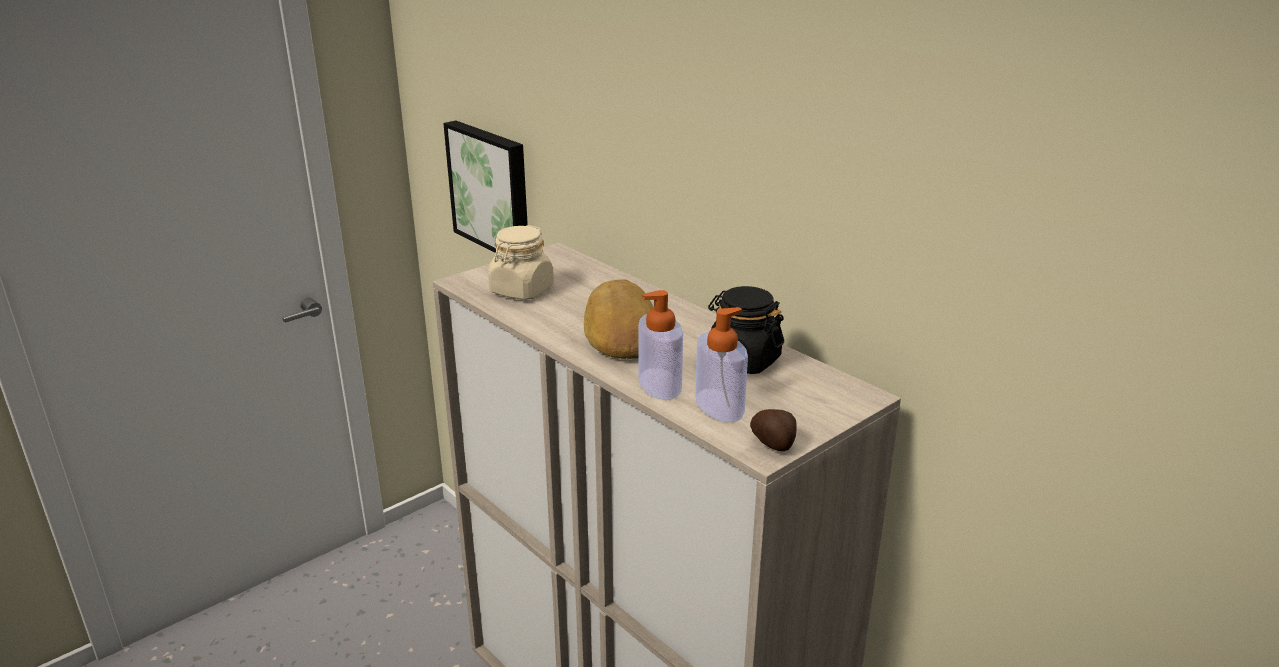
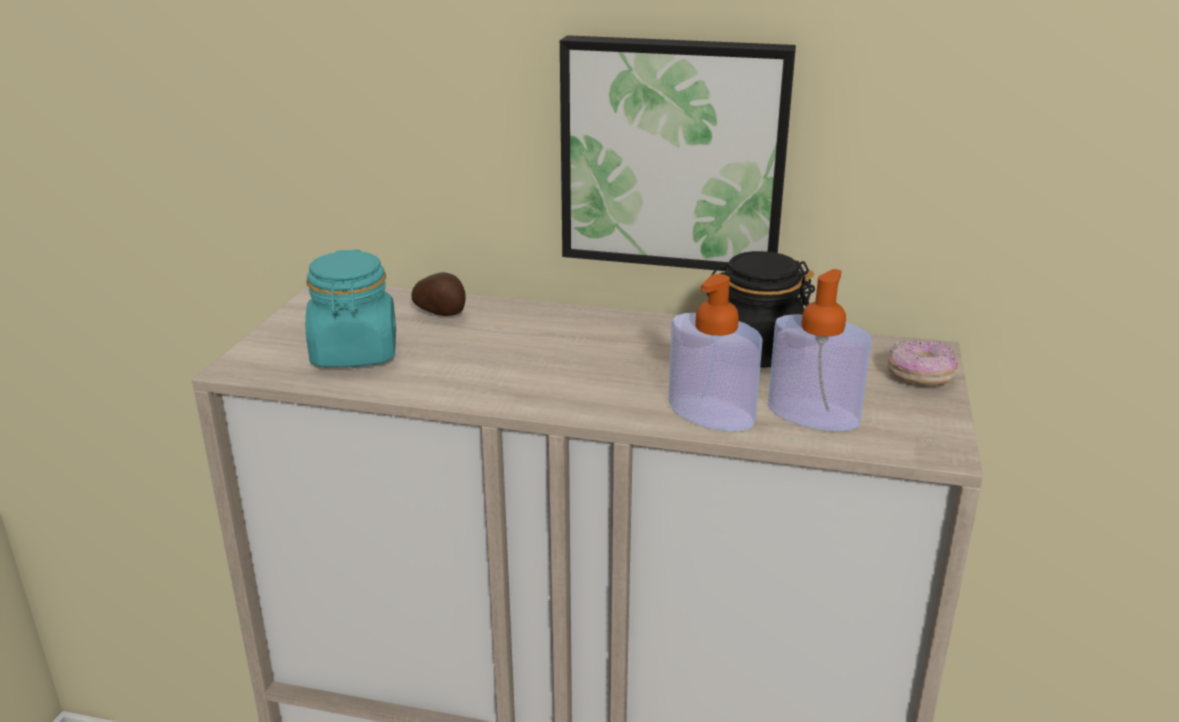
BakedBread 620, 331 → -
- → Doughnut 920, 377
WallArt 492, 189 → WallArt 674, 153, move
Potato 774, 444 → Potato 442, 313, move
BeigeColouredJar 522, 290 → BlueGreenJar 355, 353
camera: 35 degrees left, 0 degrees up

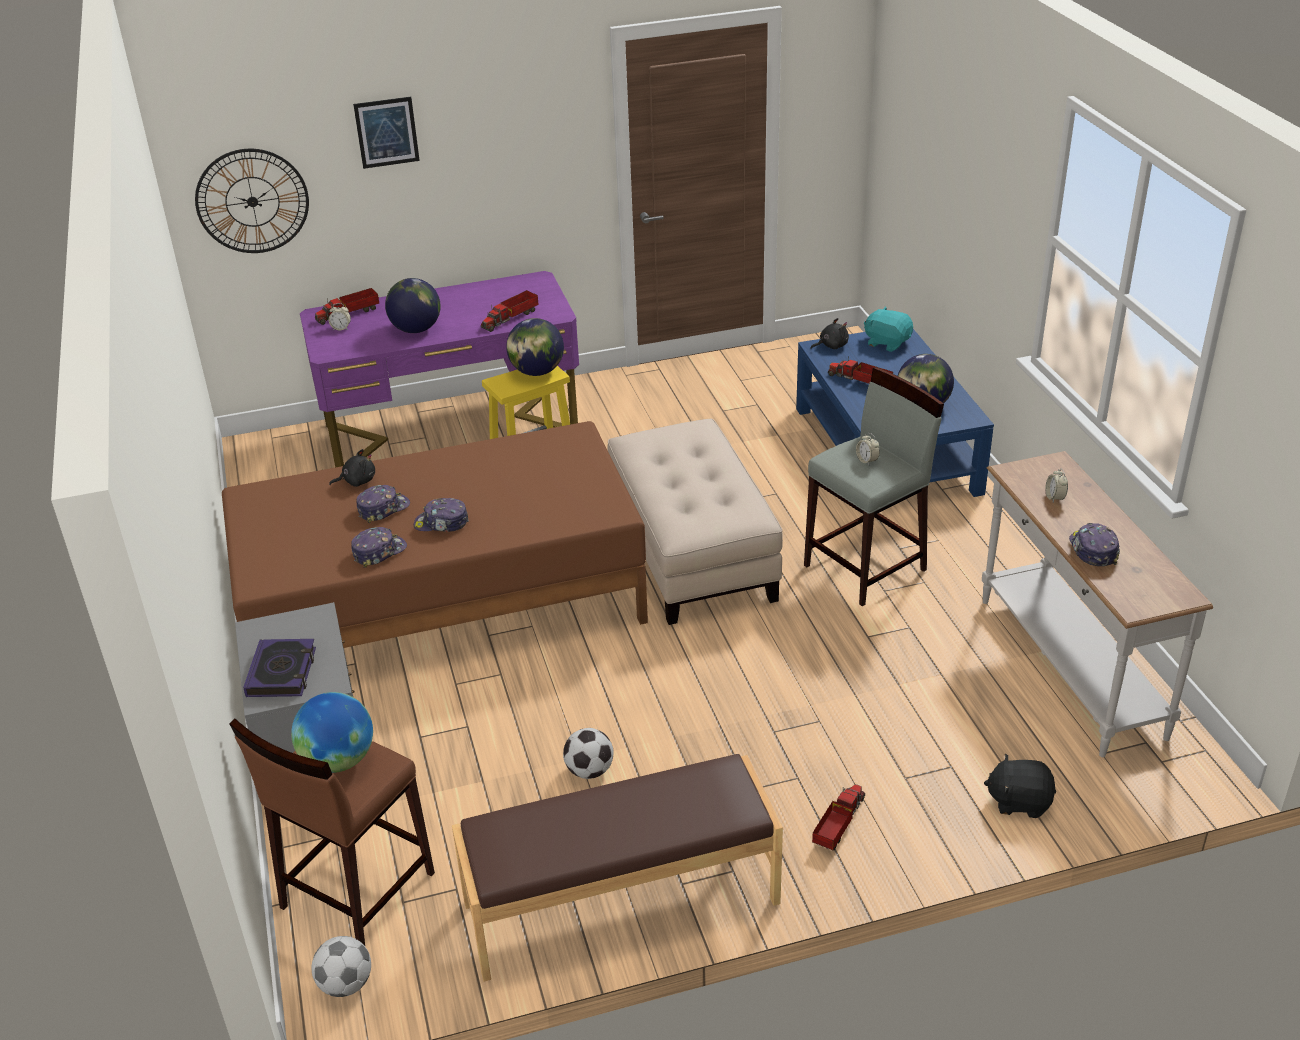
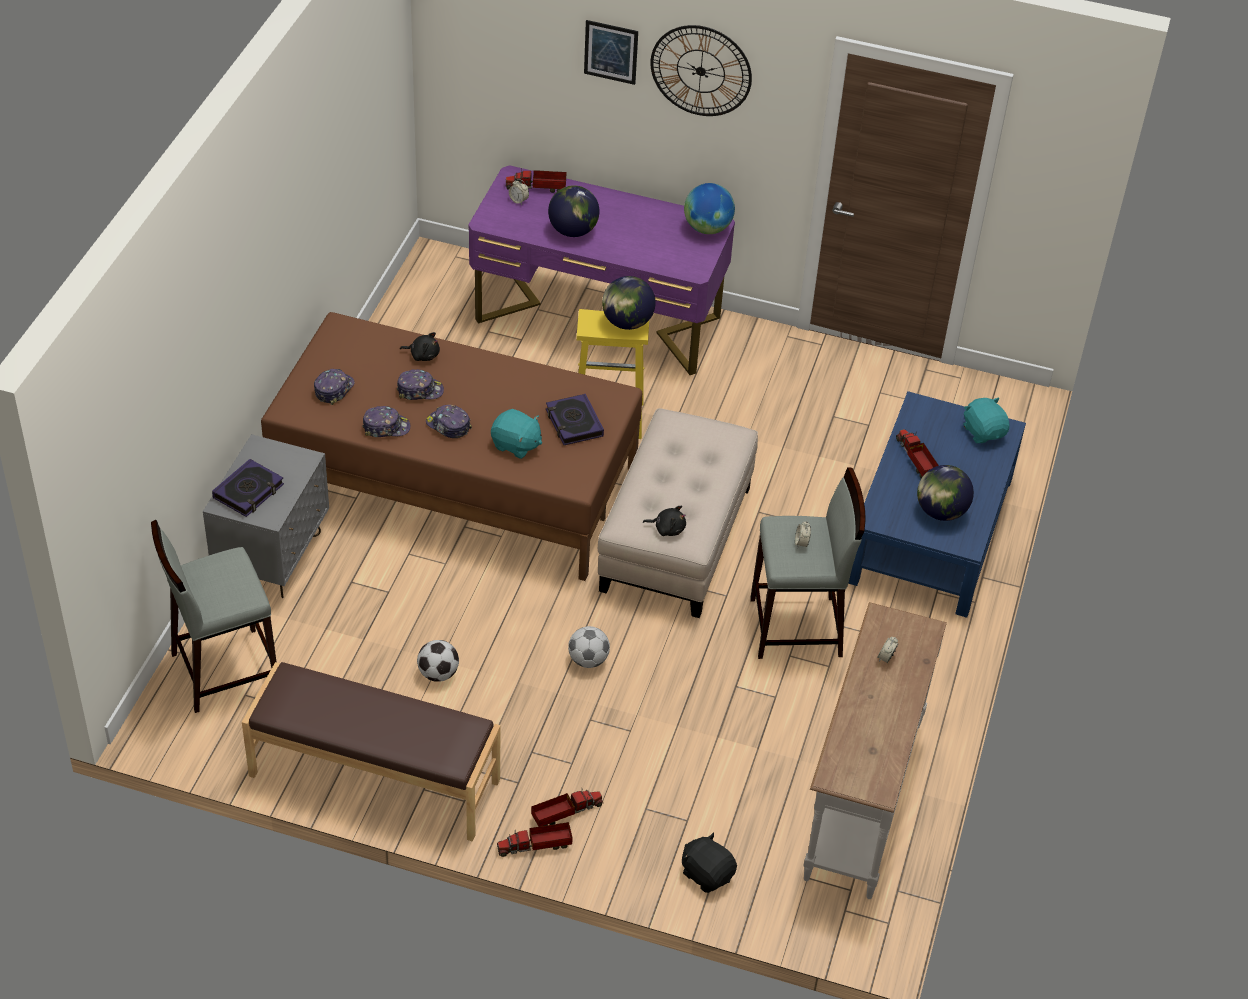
- → BlueGreenCuddlyToy 516, 445
- → Book 574, 423
ClockOnTheWall 252, 201 → ClockOnTheWall 701, 71, move
DeskGlobe 338, 761 → DeskGlobe 707, 228, move
BallForFootball 345, 984 → BallForFootball 588, 660, move
ToyLorry 511, 318 → ToyLorry 536, 845, move
BlackColouredCuddlyToy 831, 346 → BlackColouredCuddlyToy 667, 528, move
Cap 1092, 550 → Cap 333, 389, move
BrownStoolSeat 355, 890 → GrayStoolSeat 223, 669
camera: 30 degrees right, 10 degrees up

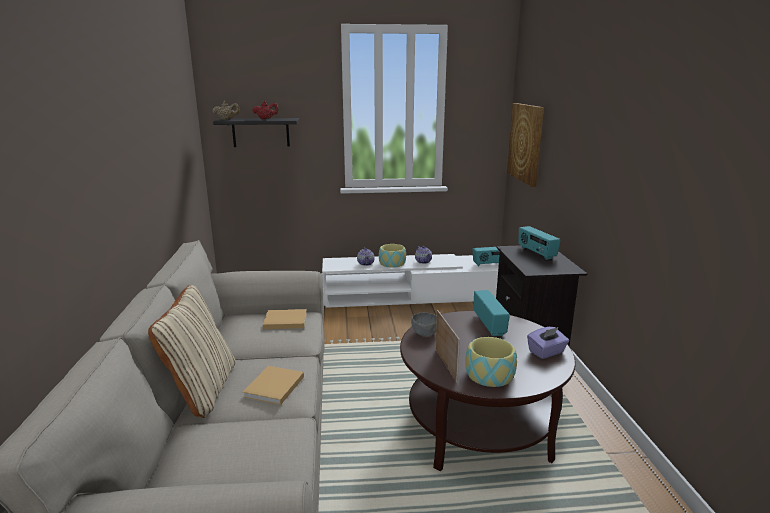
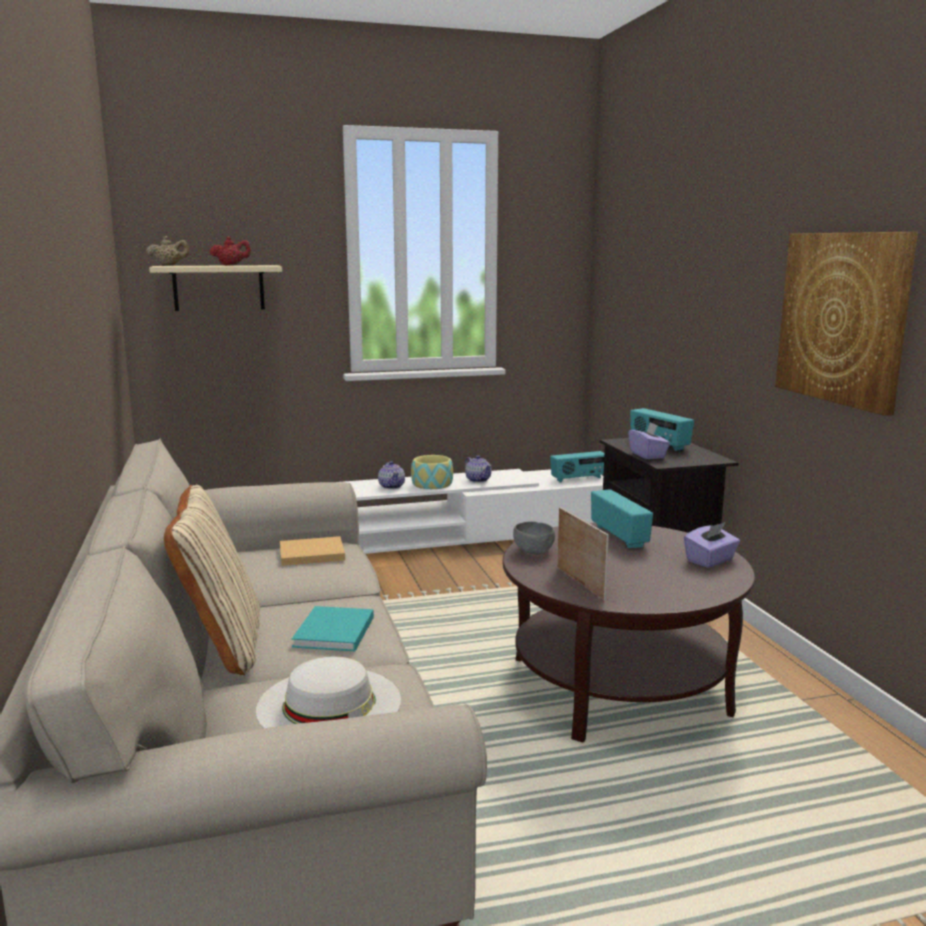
Bowl 489, 374 → -
- → WhiteHat 329, 704
- → PurpleColouredTissueHolder 648, 455
WallArt 526, 143 → WallArt 842, 318, move
BlackColouredWallShelf 260, 132 → BeigeColouredWallShelf 218, 287
BeigeColouredBook 273, 387 → BlueGreenBook 333, 633
camera: 10 degrees left, 5 degrees down

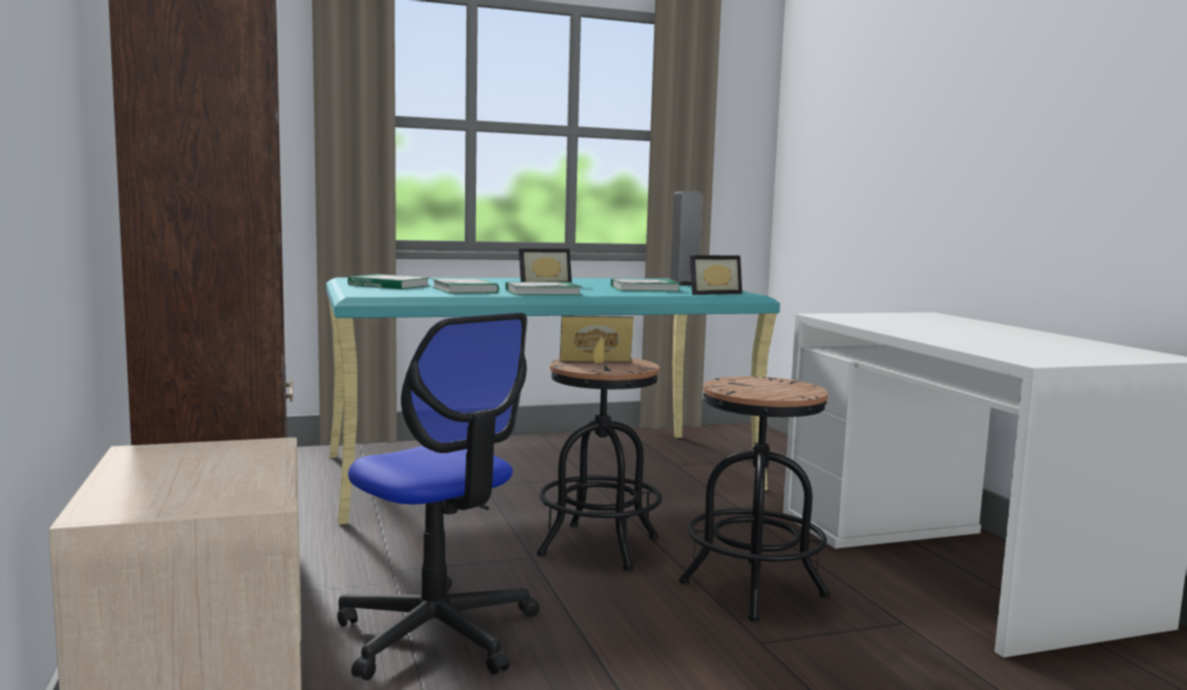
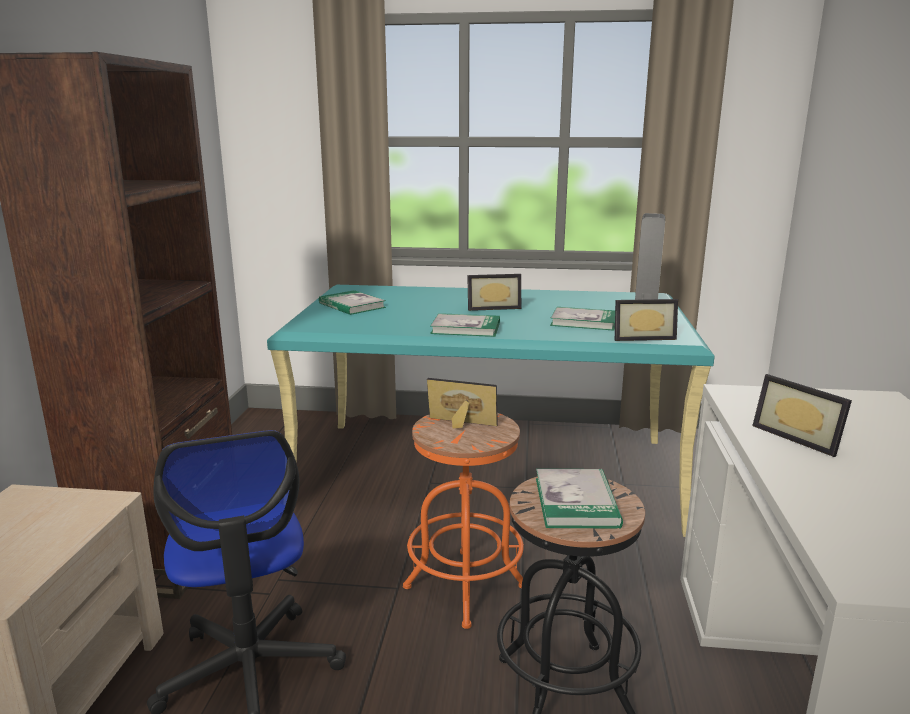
- → PictureFrame 800, 437
Book 464, 290 → Book 576, 502, move
BlackColouredStoolSeat 599, 546 → OrangeyStoolSeat 465, 587
camera: 25 degrees right, 10 degrees up

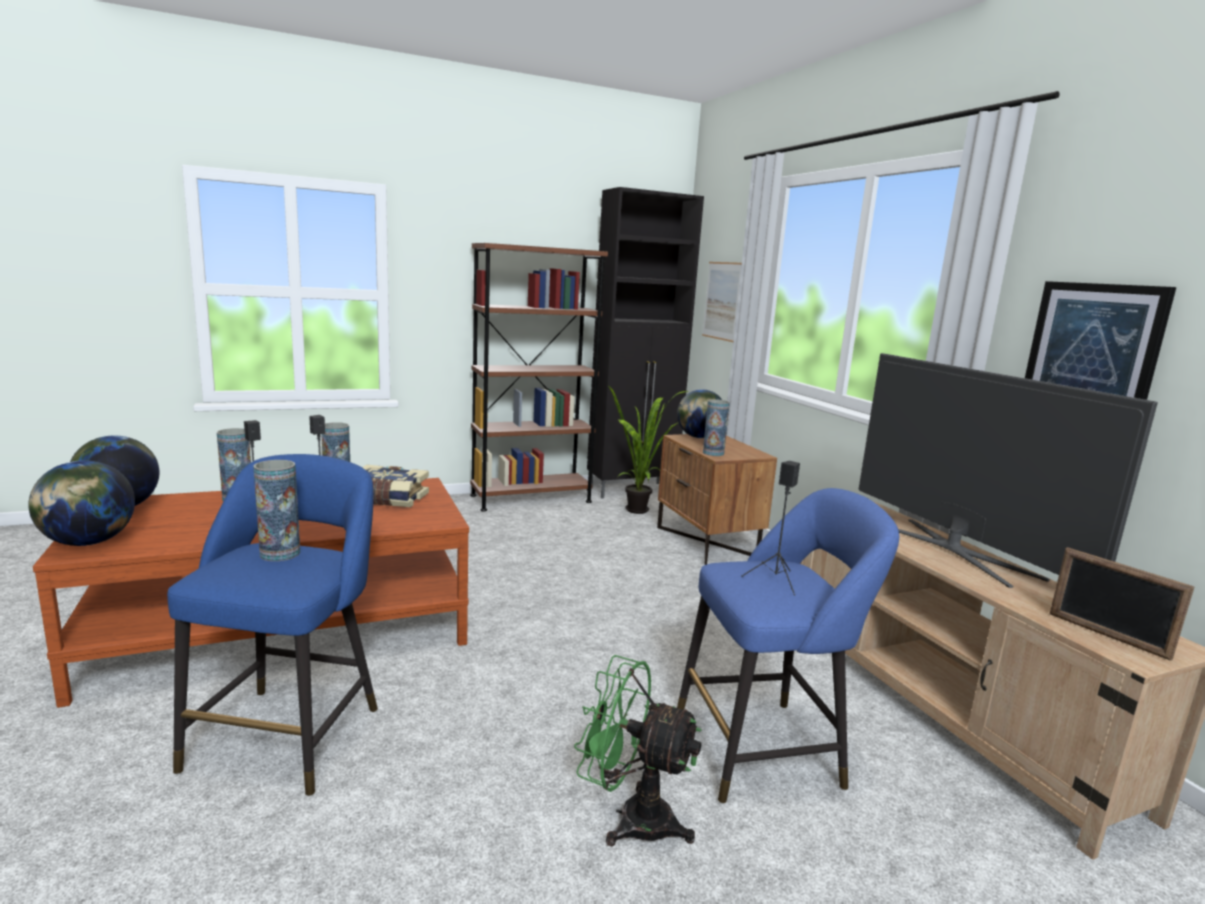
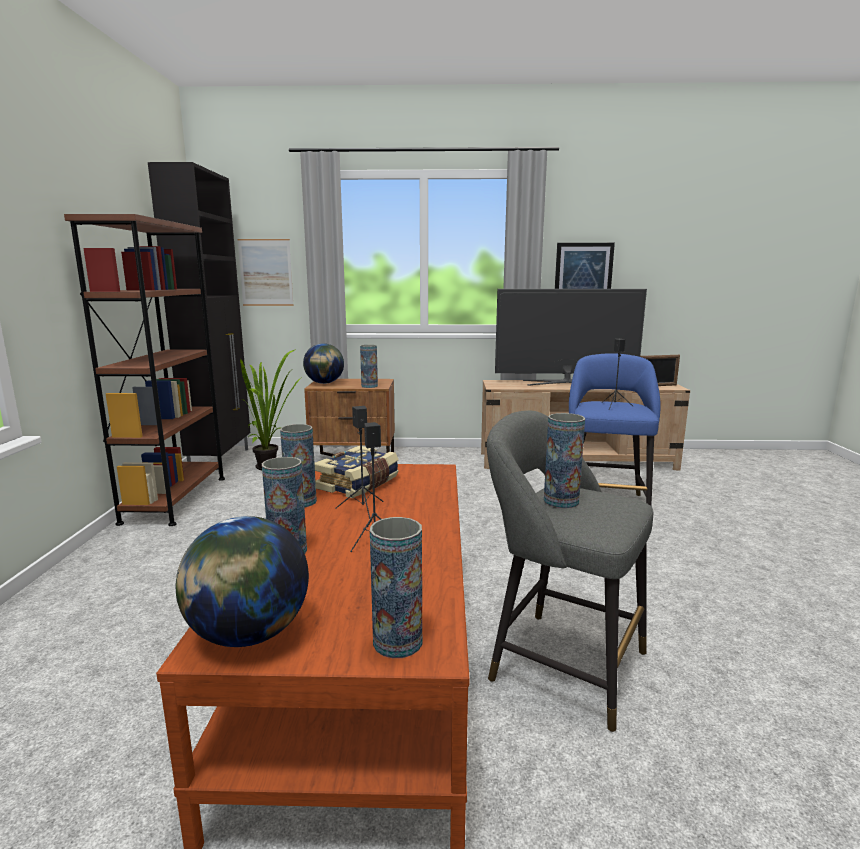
GreenColouredCoolingFan 631, 817 → -
DeskGlobe 88, 542 → Vase 397, 642
BluishStoolSeat 289, 732 → GrayStoolSeat 559, 662
camera: 65 degrees left, 0 degrees up

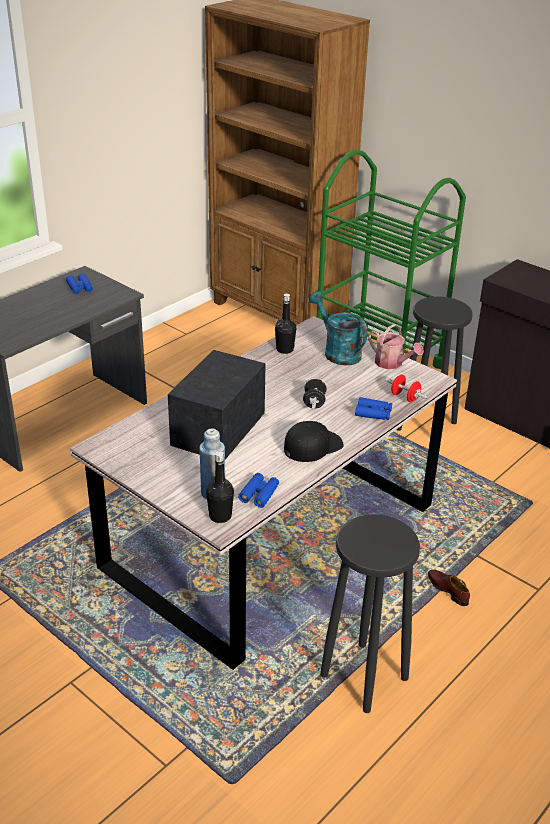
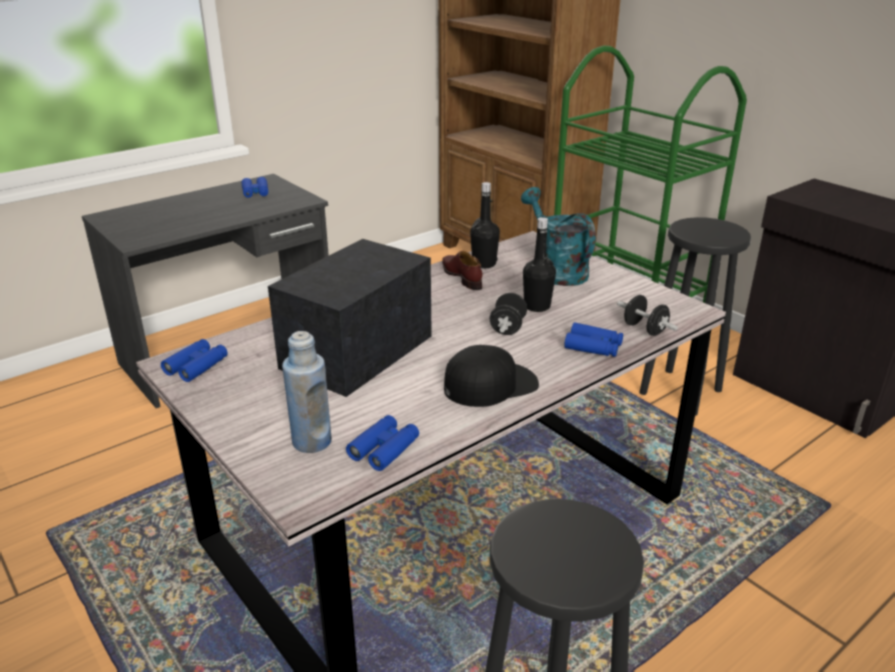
SprinklingCan 392, 363 → -
- → BluishPairOfBinoculars 196, 366
BlackColouredBeverageBottle 220, 516 → BlackColouredBeverageBottle 537, 306, move
BrownShoe 447, 590 → BrownShoe 462, 276, move
RedColouredFreeWeight 405, 397 → BlackColouredFreeWeight 644, 329
camera: 10 degrees right, 5 degrees down

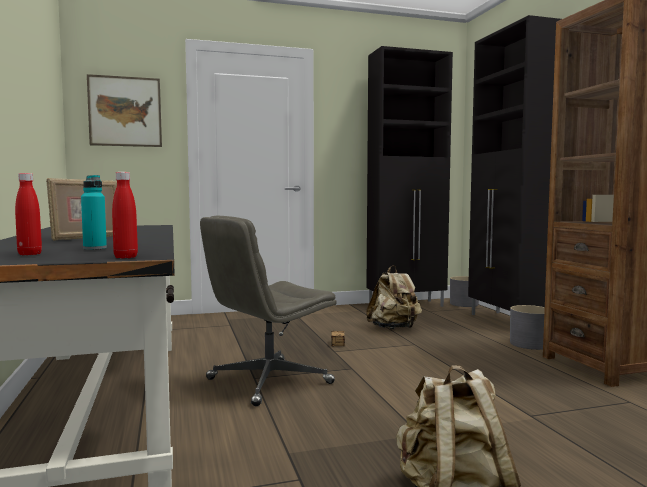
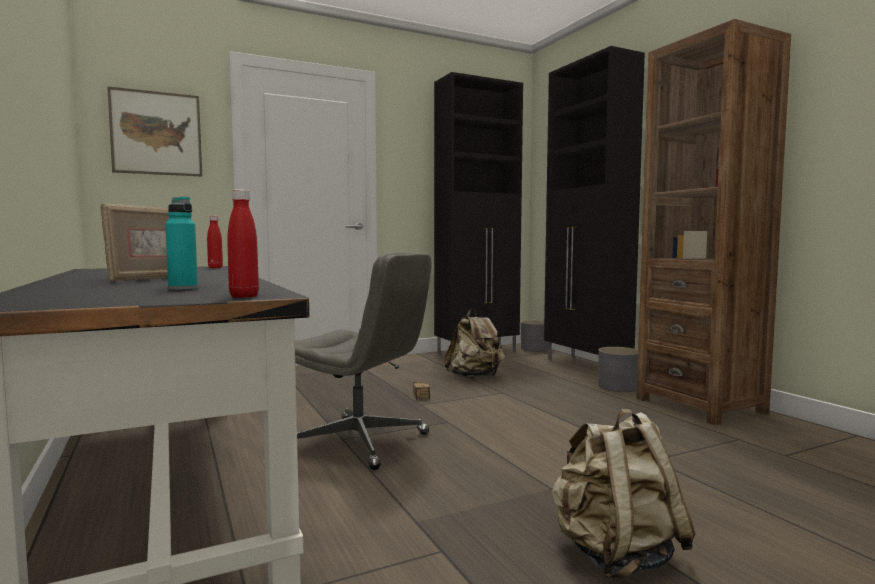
RedColouredBeverageBottle 29, 254 → RedColouredBeverageBottle 215, 268, move
GrayDeskChair 268, 382 → GrayDeskChair 360, 442, 105 degrees counterclockwise
camera: 10 degrees left, 0 degrees up

